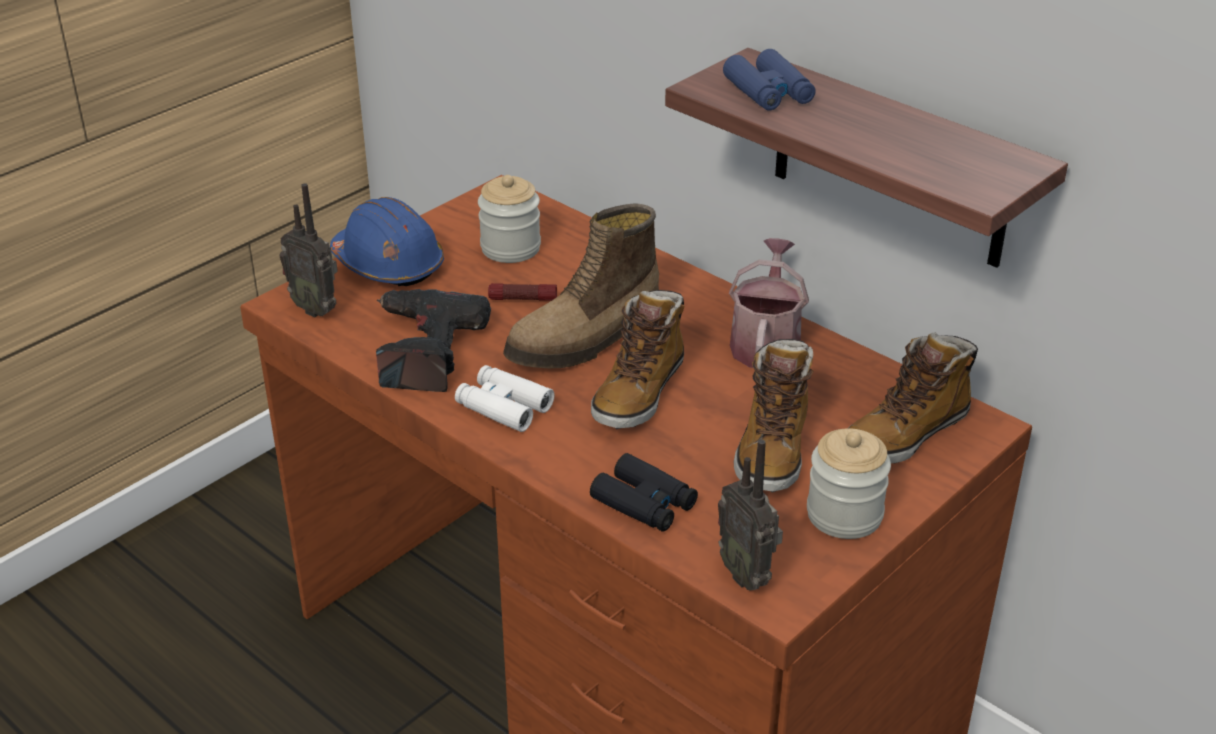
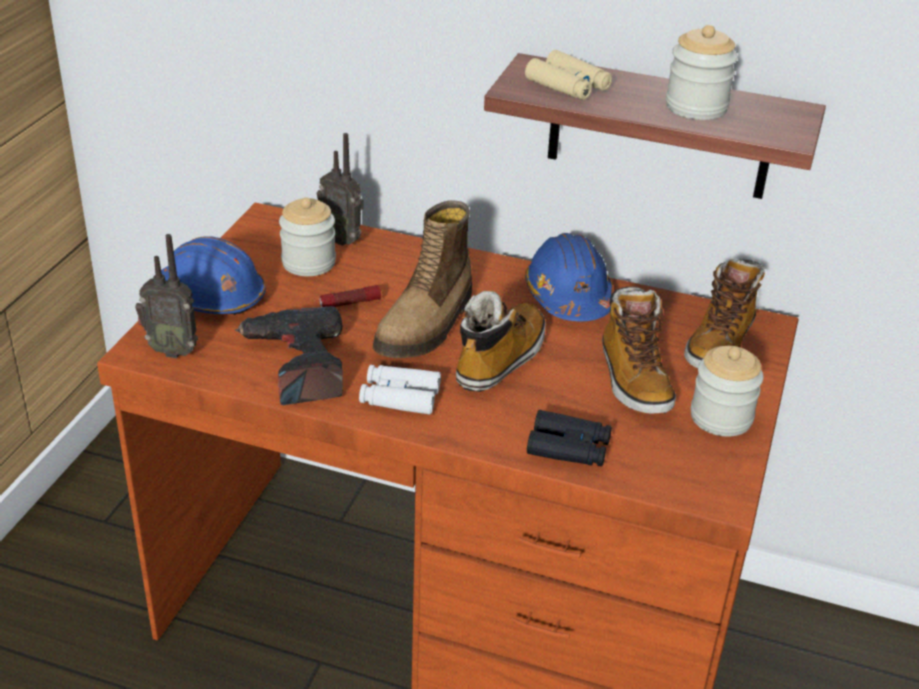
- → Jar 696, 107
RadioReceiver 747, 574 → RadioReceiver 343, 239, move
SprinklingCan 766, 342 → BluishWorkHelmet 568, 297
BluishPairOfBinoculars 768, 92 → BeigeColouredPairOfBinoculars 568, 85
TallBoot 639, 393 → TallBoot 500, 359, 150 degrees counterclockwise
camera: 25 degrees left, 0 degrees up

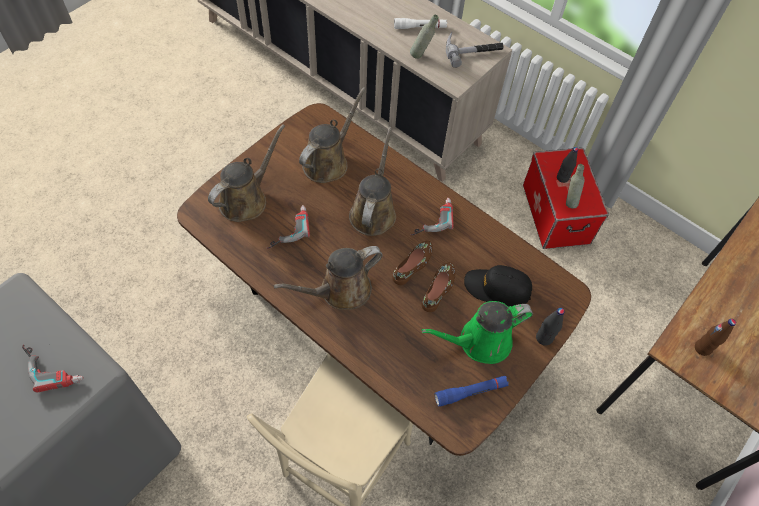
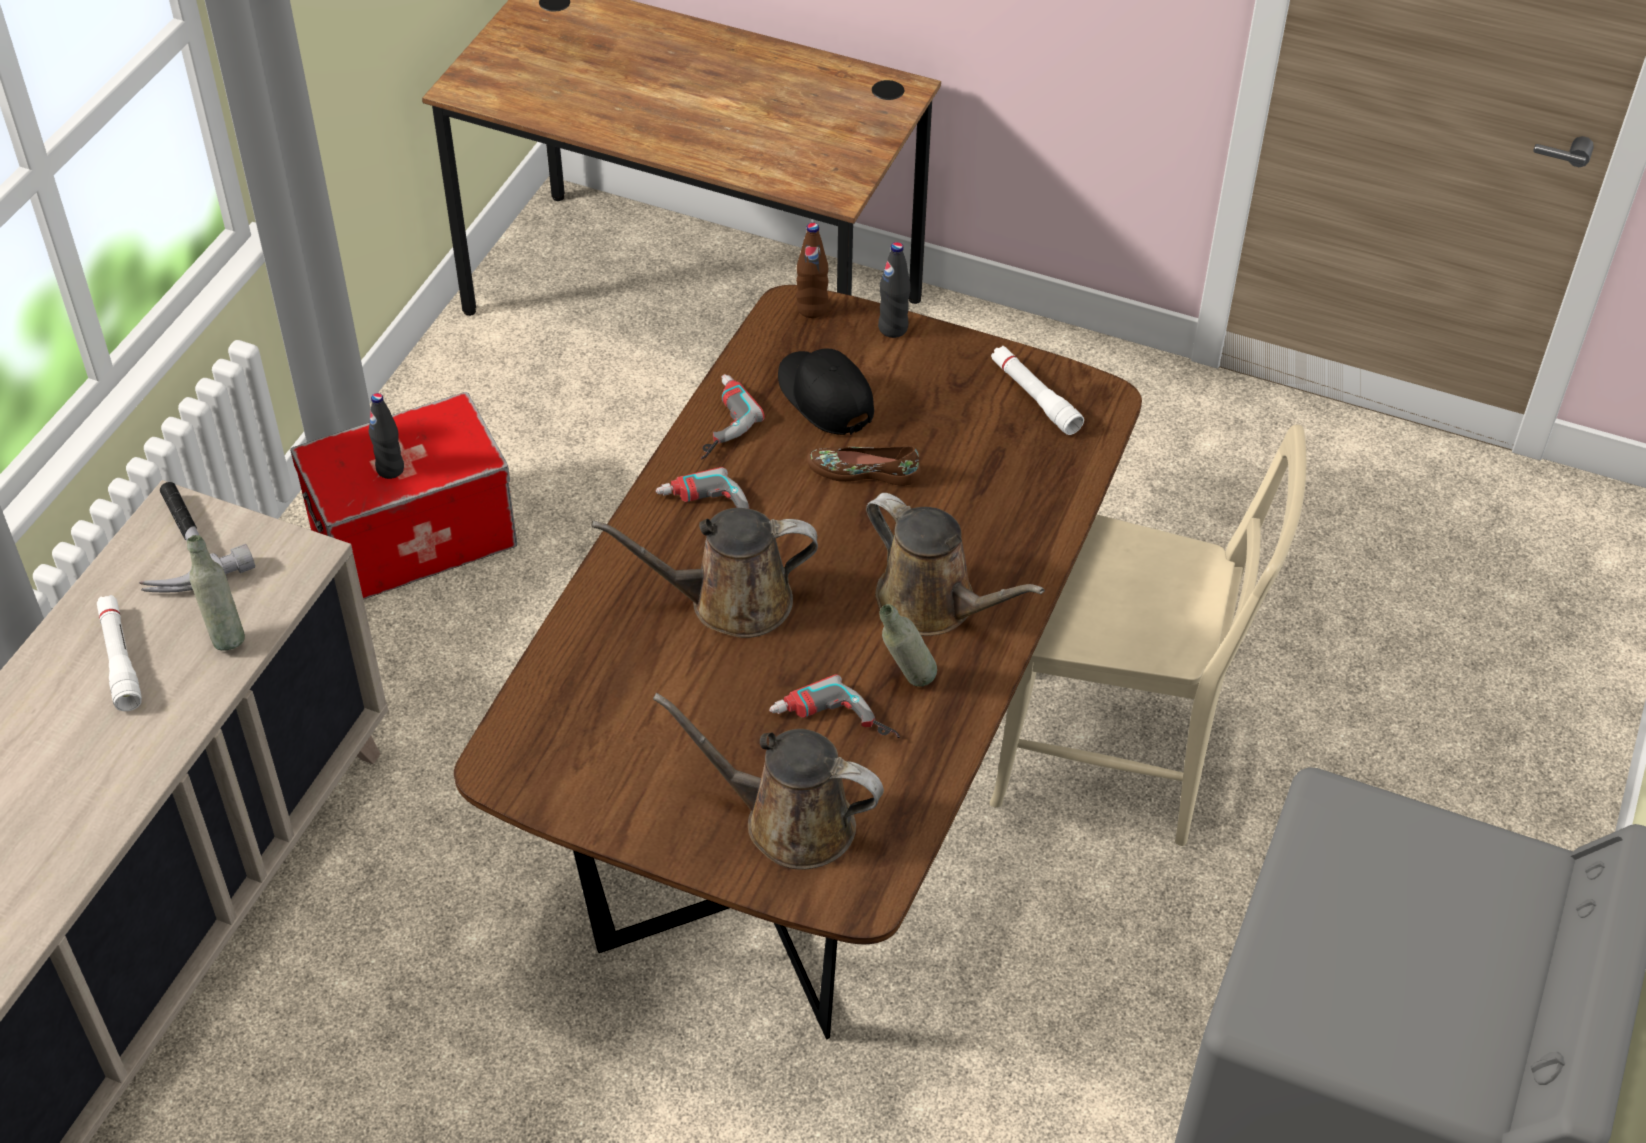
BrownSprinklingCan 328, 162 → -
BrownShoe 413, 265 → -
GreenColouredSprinklingCan 480, 342 → -
ElectricDrill 54, 365 → ElectricDrill 716, 421, move
GrayBeverageBottle 569, 201 → GrayBeverageBottle 906, 682, move
BrownBeverageBottle 702, 348 → BrownBeverageBottle 812, 309, move
BluishFlashlight 470, 392 → WhiteFlashlight 1034, 397
BlackColouredCap 497, 288 → BlackColouredCap 825, 397, 150 degrees clockwise
camera: 105 degrees left, 10 degrees down

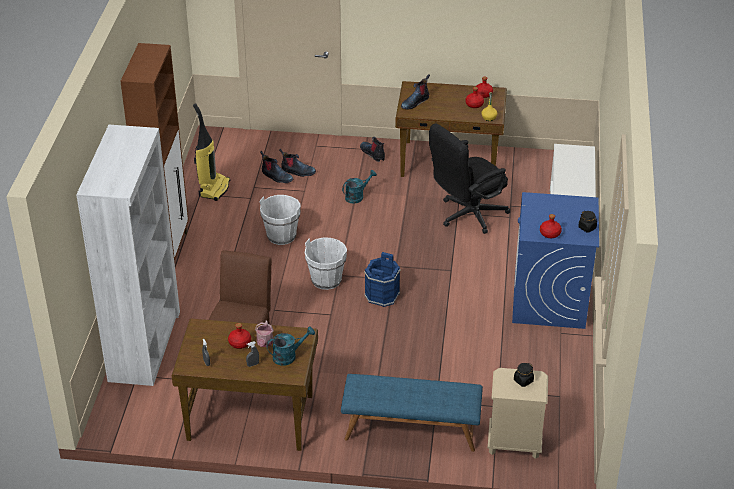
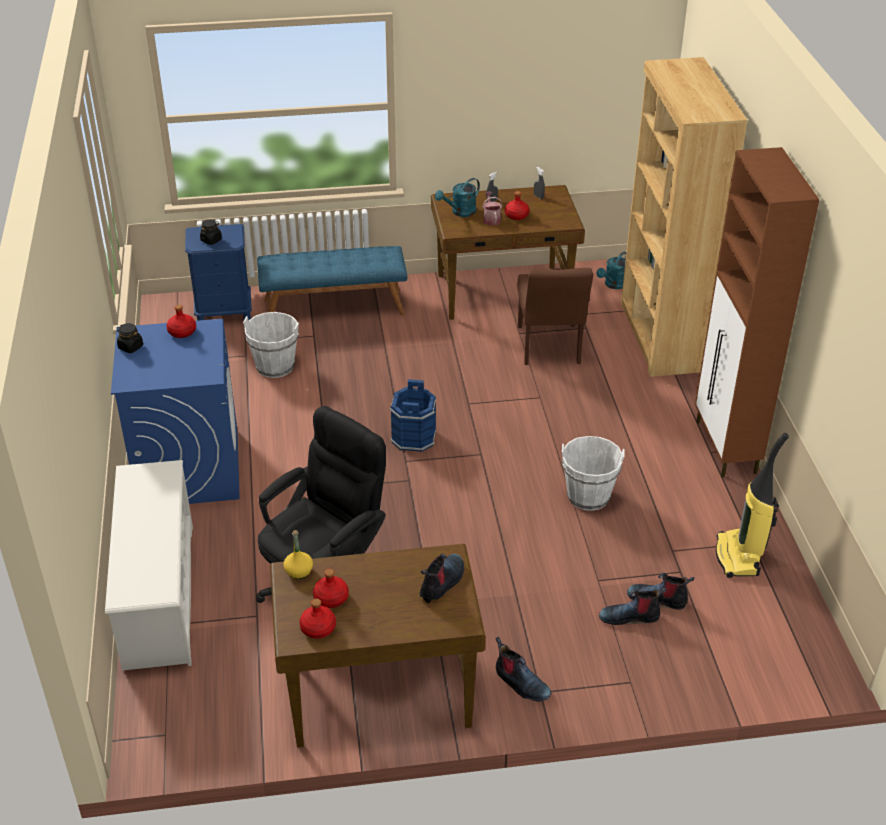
WhiteBucket 326, 280 → WhiteBucket 275, 366, move
BlueGreenSprinklingCan 357, 196 → BlueGreenSprinklingCan 613, 285, move
WhiteBookshelf 144, 345 → BrownBookshelf 660, 336
BeigeColouredBedsideTable 514, 443 → BluishBedsideTable 224, 312
camera: 165 degrees right, 0 degrees up

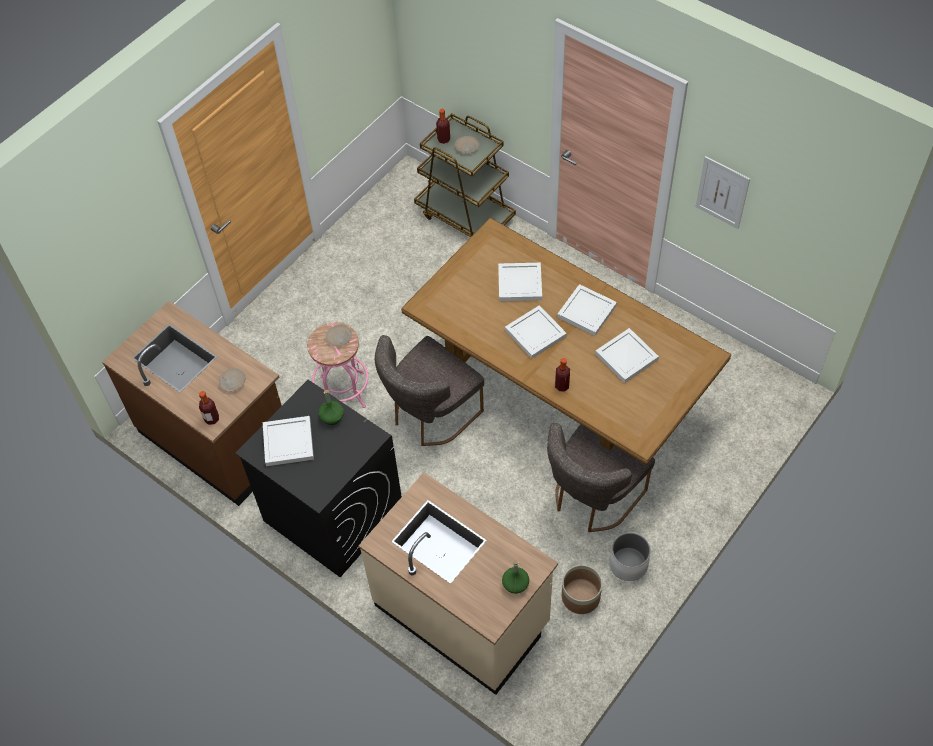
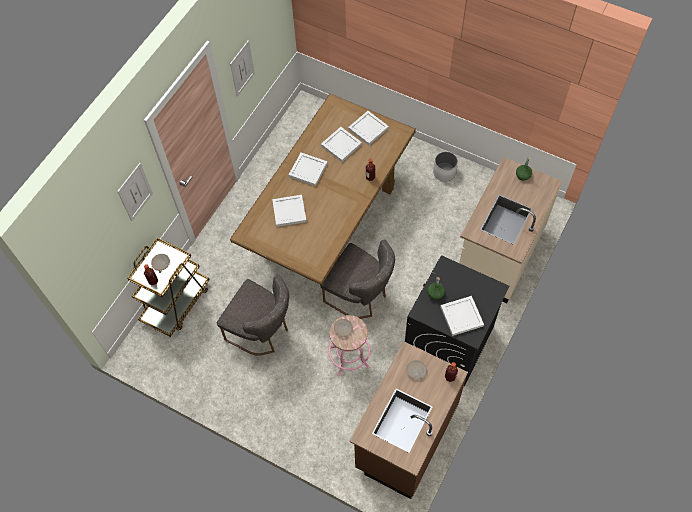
FlowerPot 581, 596 → -
- → WallArt 135, 192
WhiteTray 536, 333 → WhiteTray 368, 128, move
GrayPlainChair 592, 498 → GrayPlainChair 262, 331, move
camera: 100 degrees left, 5 degrees up

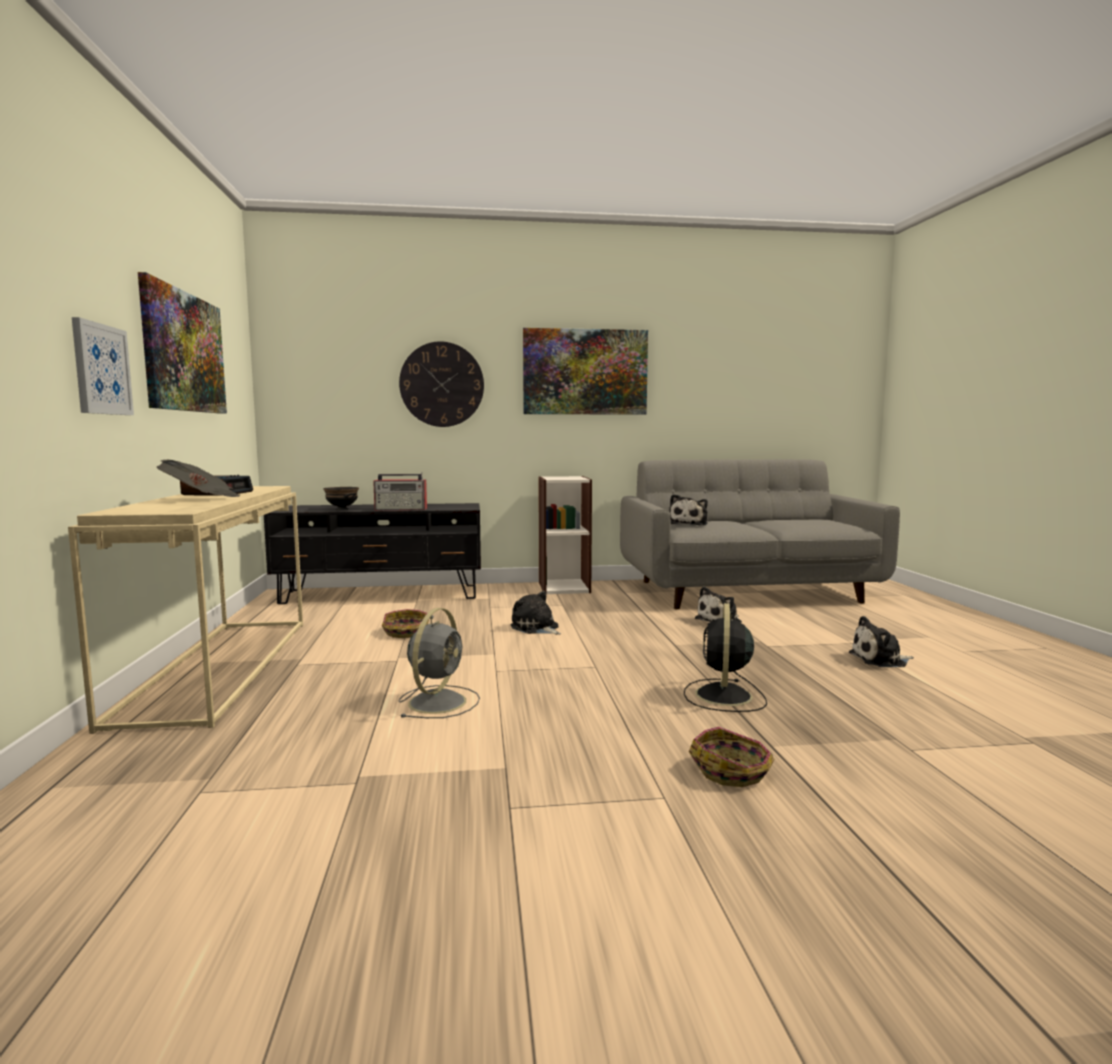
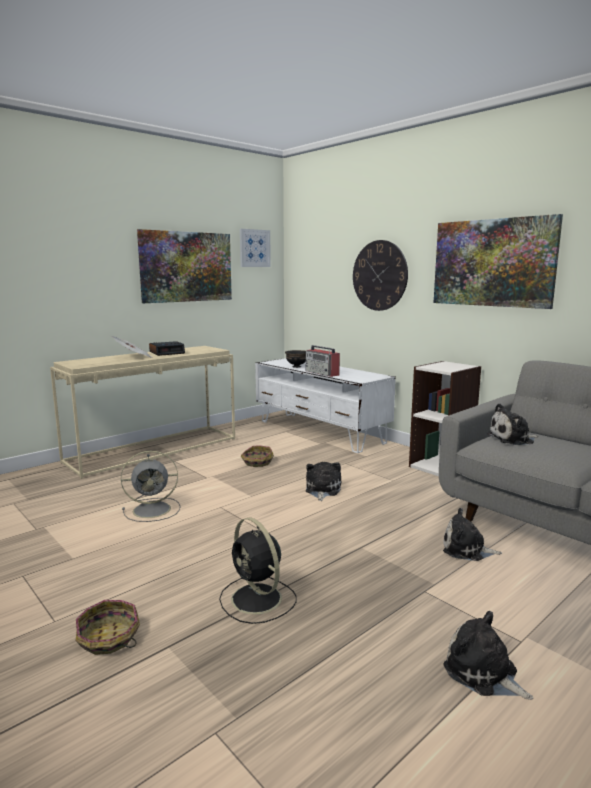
WallArt 101, 369 → WallArt 254, 248, move
BlackColouredMediaConsole 382, 594 → WhiteMediaConsole 320, 432
BlackColouredCoolingFan 723, 696 → BlackColouredCoolingFan 258, 600, 105 degrees counterclockwise
camera: 55 degrees right, 5 degrees up

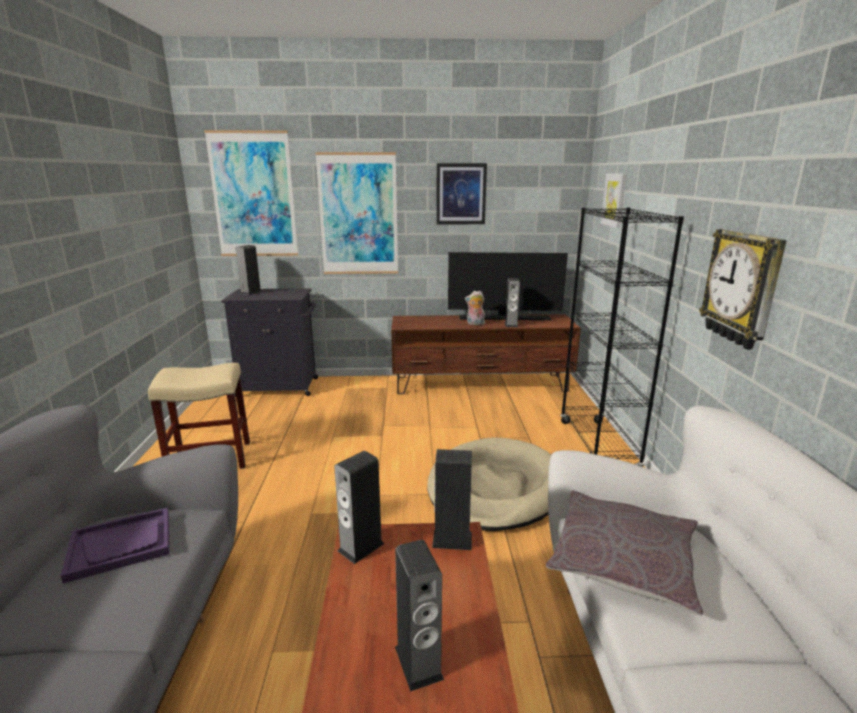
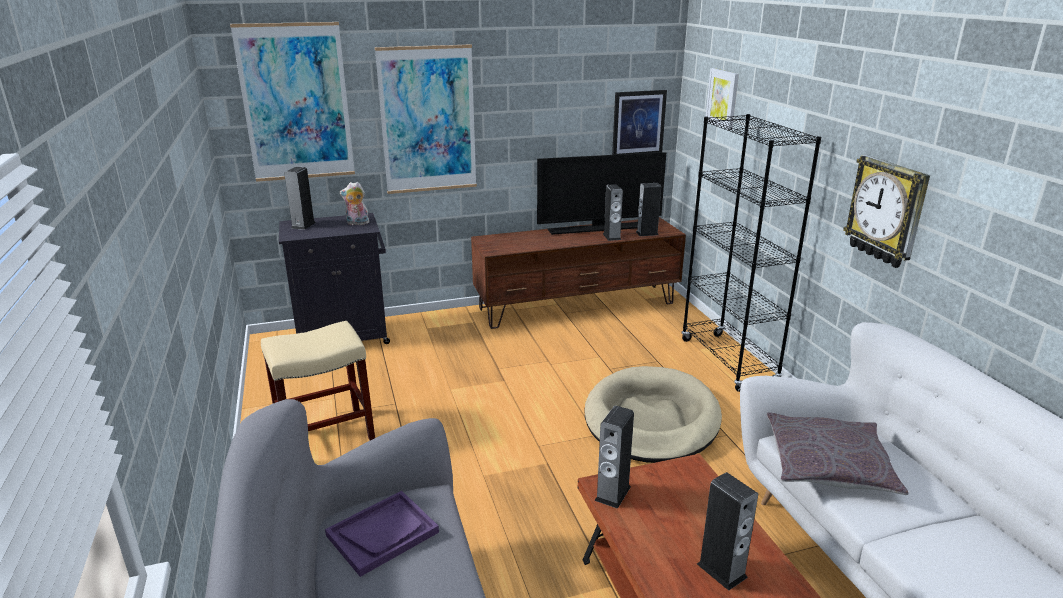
Speaker 452, 540 → Speaker 647, 233, move
WallArt 461, 194 → WallArt 638, 123, move
CuddlyToy 475, 324 → CuddlyToy 357, 223, move
camera: 15 degrees left, 5 degrees up

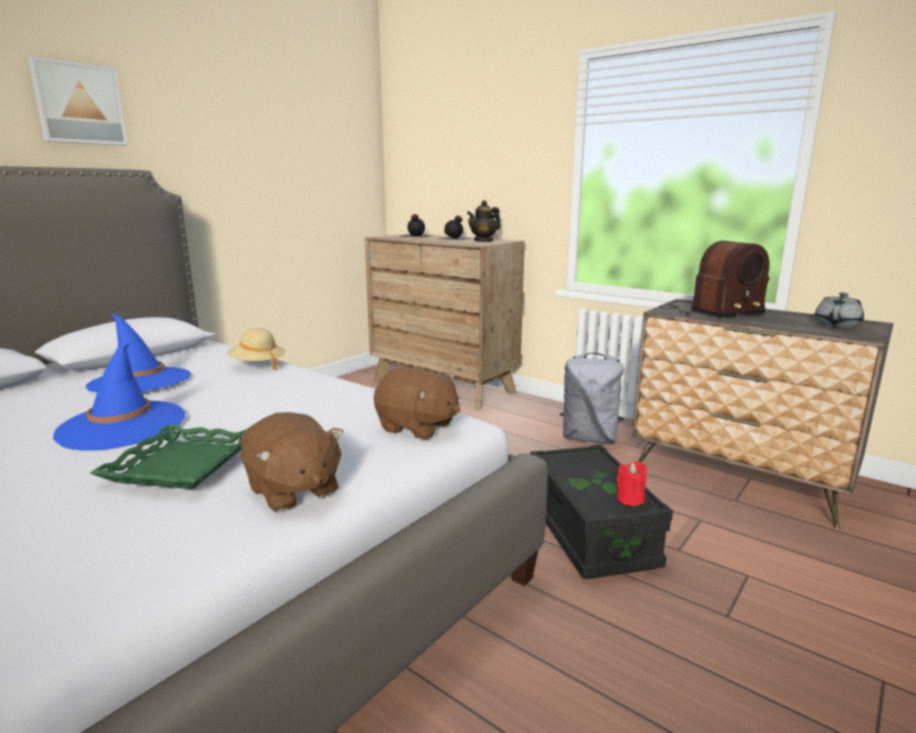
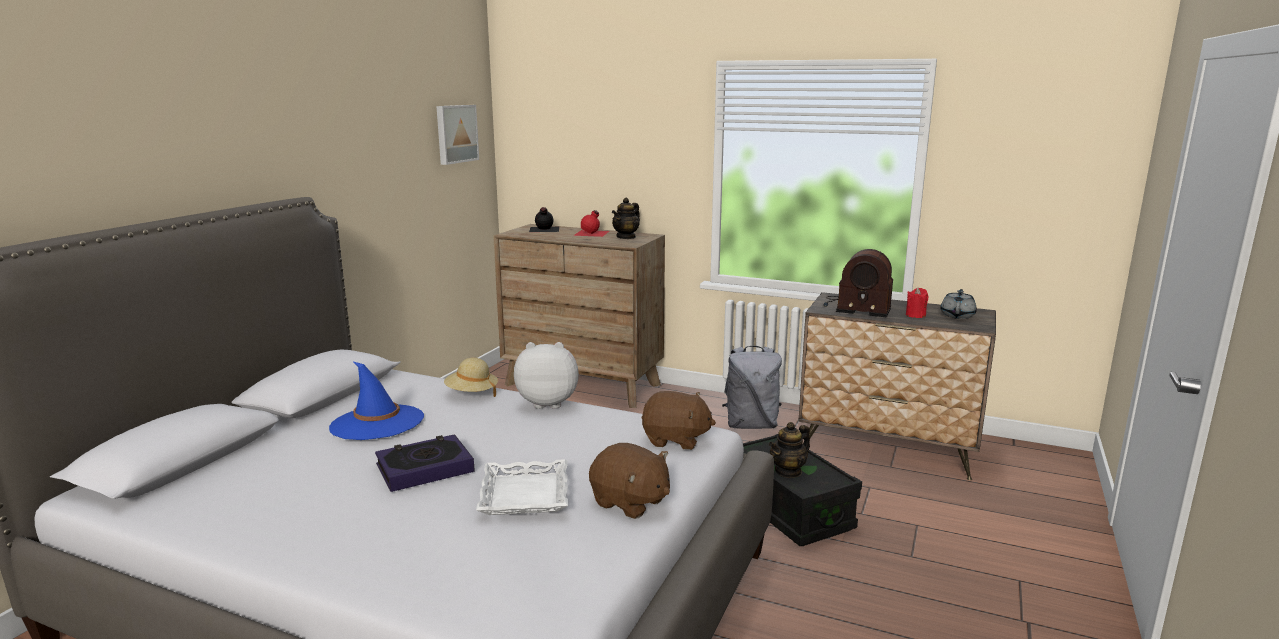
- → CuddlyToy 548, 402
- → Teapot 788, 471
WallArt 78, 104 → WallArt 455, 133, move
RedColouredCandle 630, 499 → RedColouredCandle 915, 315, move
BluishHat 122, 426 → Book 425, 468
GreenColouredTray 183, 465 → WhiteTray 525, 494
BlackColouredBeverageBottle 455, 238 → RedColouredBeverageBottle 592, 233
RadioReceiver 708, 311 → RadioReceiver 856, 307, 60 degrees clockwise
camera: 15 degrees left, 0 degrees up

